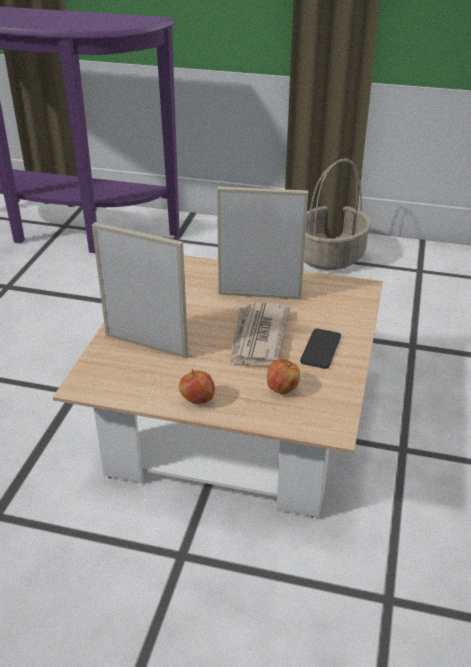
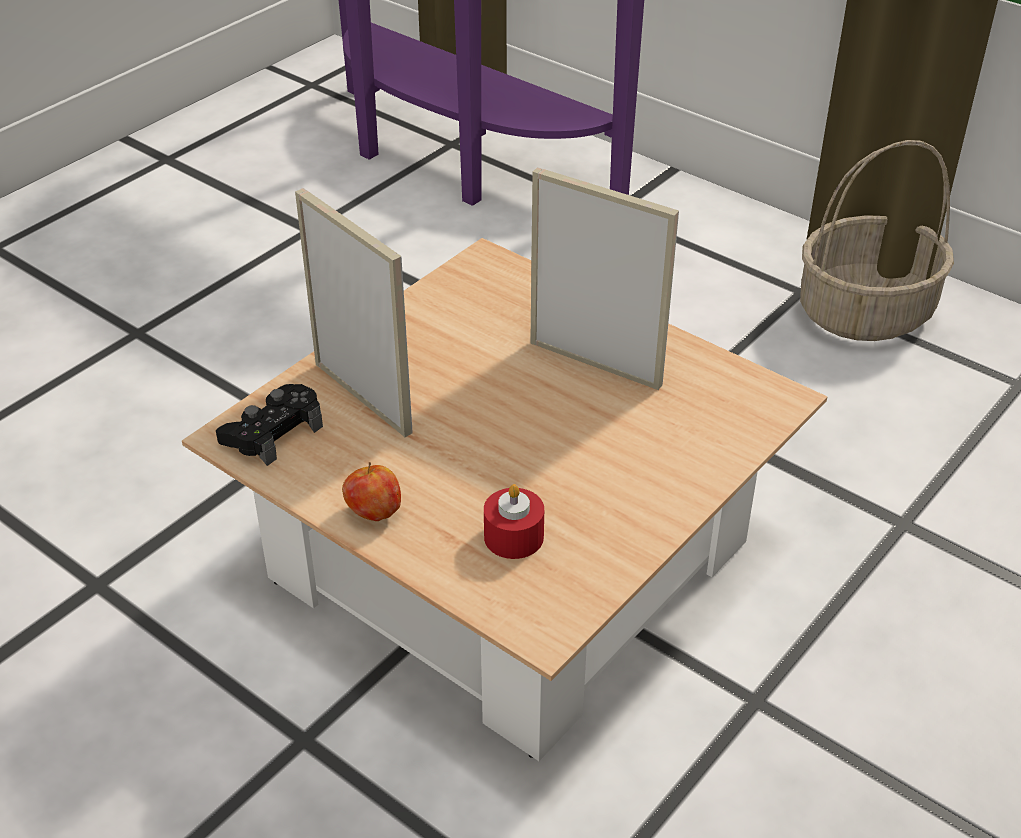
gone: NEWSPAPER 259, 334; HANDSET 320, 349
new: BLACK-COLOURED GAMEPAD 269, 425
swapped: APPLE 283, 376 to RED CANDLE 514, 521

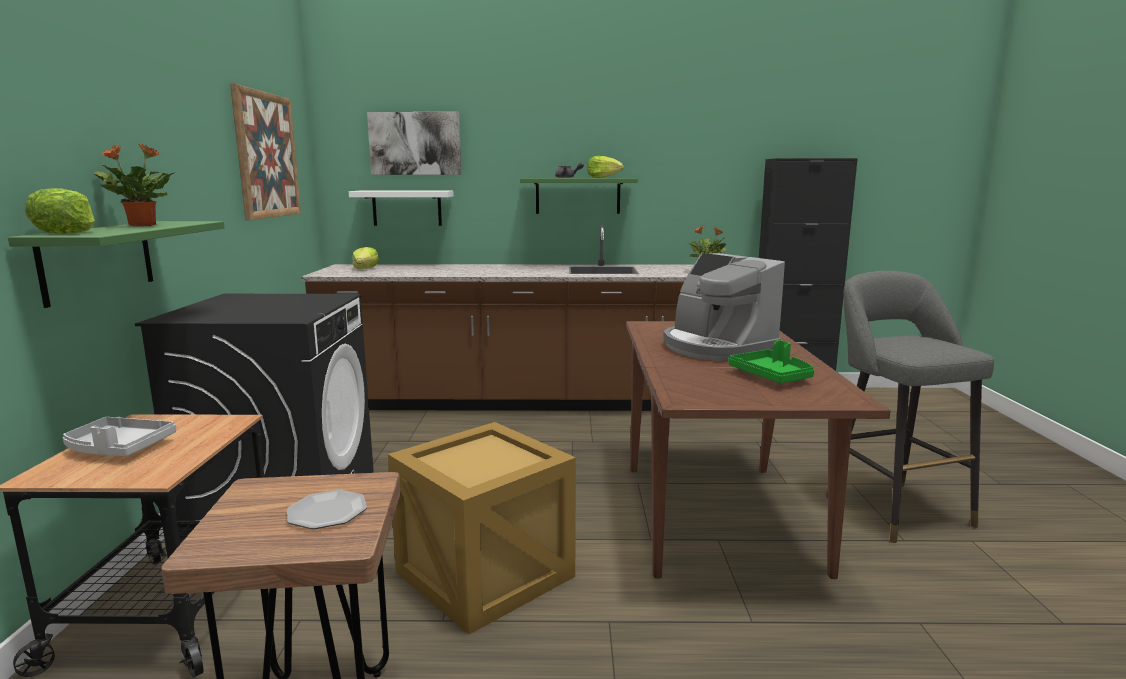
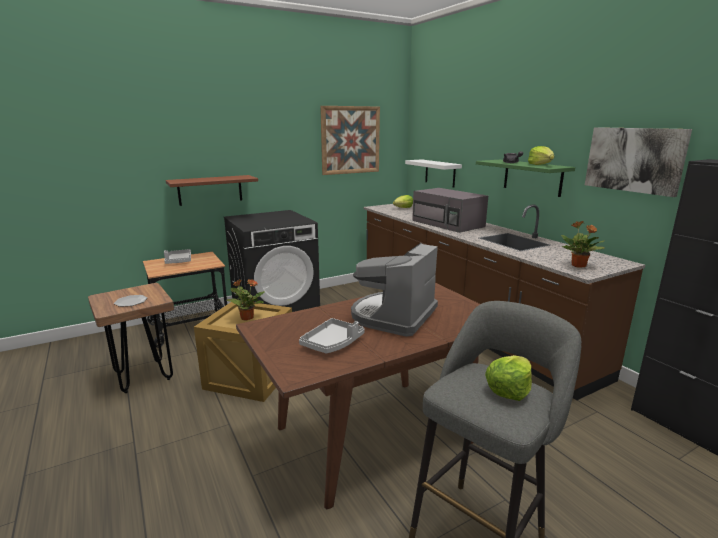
new: GRAY KITCHEN MICROWAVE 450, 210
shifted: PICTURE 414, 143 to 638, 162; PLANT IN A POT 134, 185 to 245, 300; HEAD OF LETTUCE 60, 211 to 508, 378
repainted: GREENISH WALL SHELF 116, 264 to BROWNISH WALL SHELF 211, 190; GREENISH SERVING TRAY 771, 361 to GRAY SERVING TRAY 331, 335

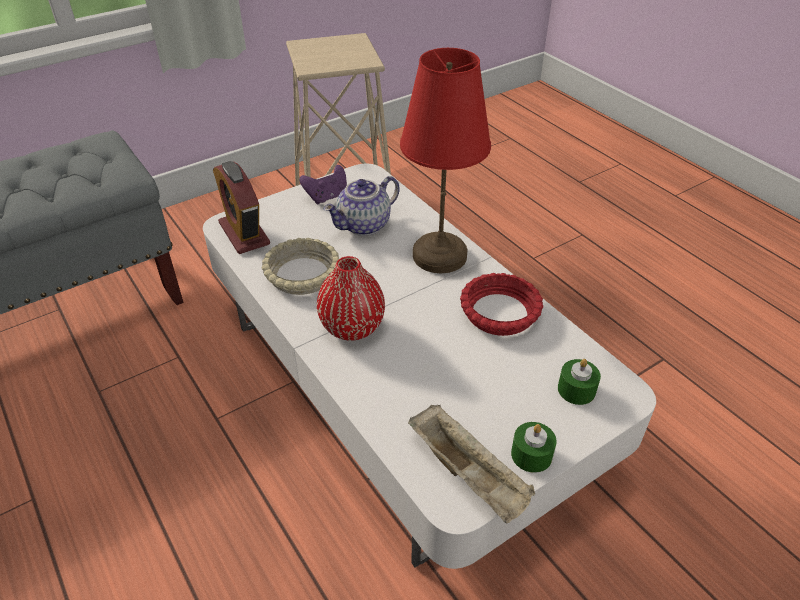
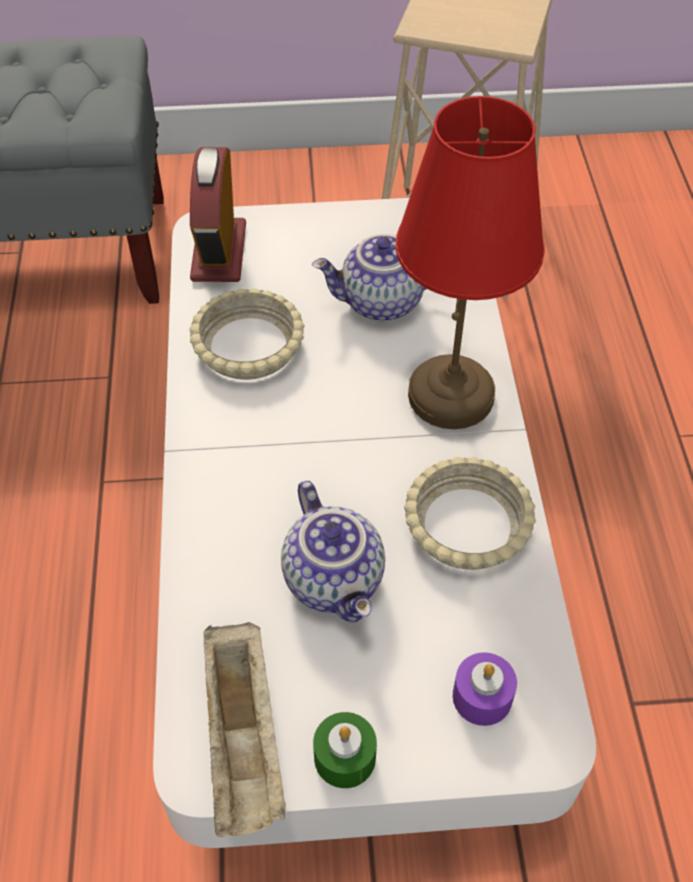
gone: PURPLISH GAMEPAD 323, 184; RED FLOWER VASE 351, 298
new: POT FOR TEA 333, 551
repainted: RED SERVING BOWL 501, 304 to BEIGE SERVING BOWL 470, 513; GREENISH CANDLE 579, 382 to PURPLISH CANDLE 485, 689

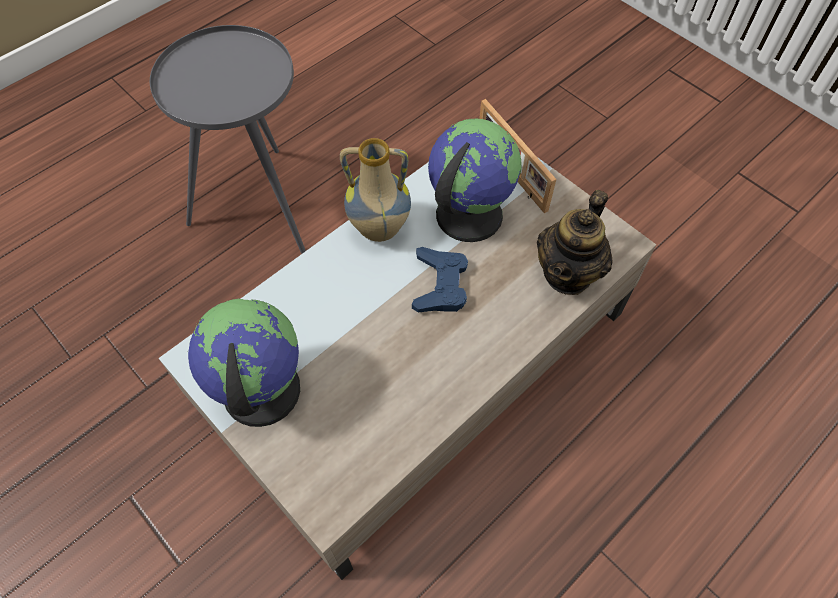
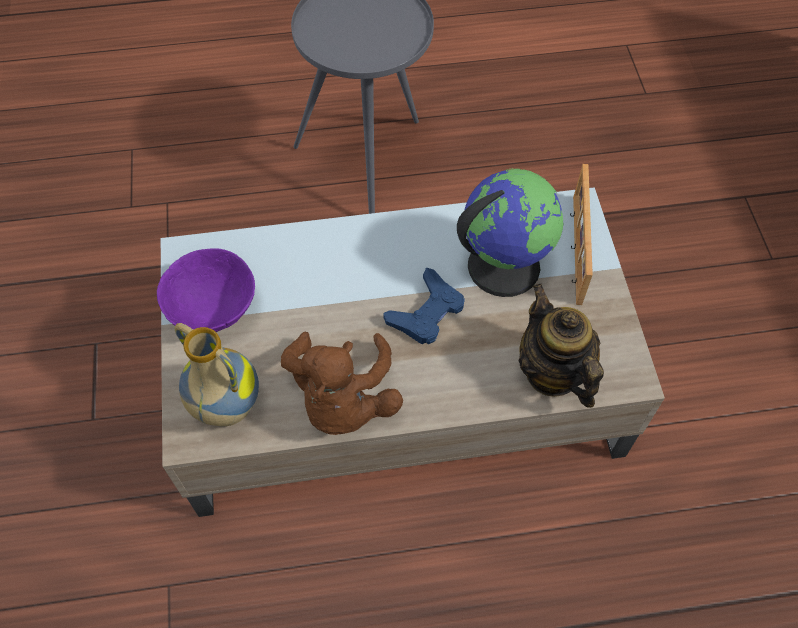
new: BROWNISH CUDDLY TOY 342, 383
shifted: FLOWER VASE 375, 190 to 216, 375
swapped: DESK GLOBE 244, 363 to PURPLISH SERVING BOWL 206, 290
rotated: POT FOR TEA 575, 242 = 561, 346 90 degrees clockwise

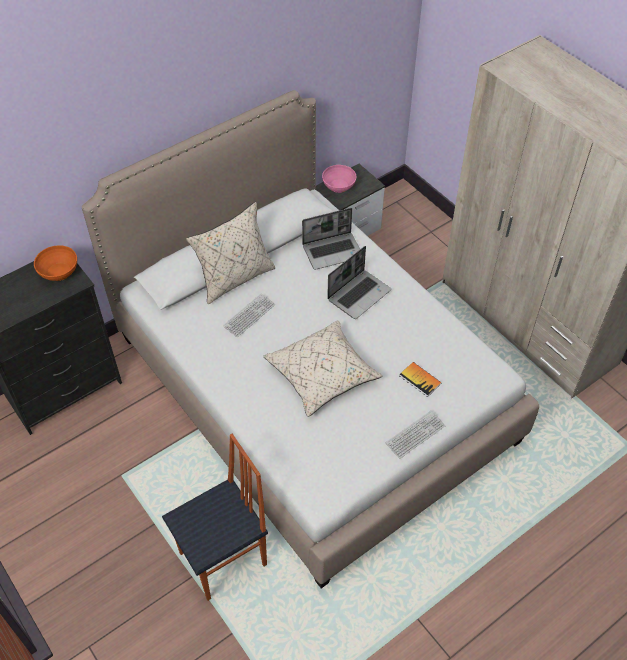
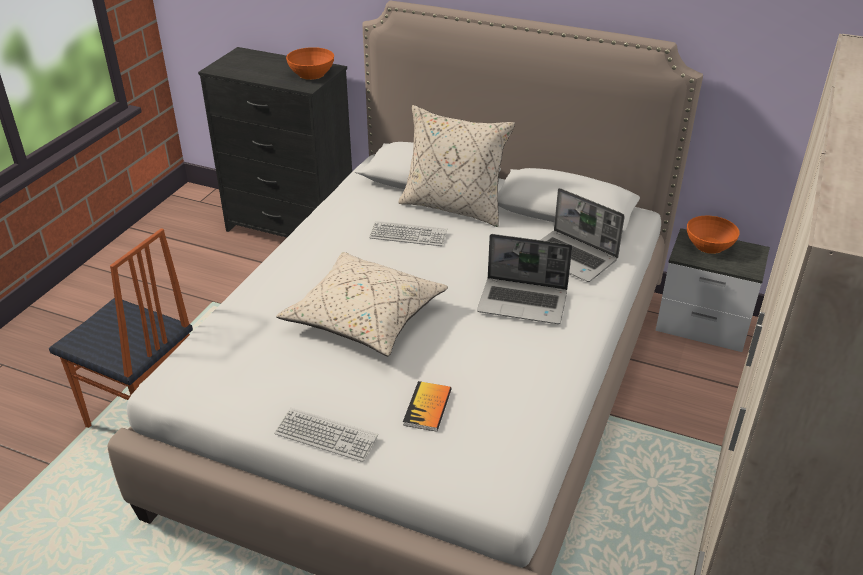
repainted: PINK SERVING BOWL 339, 179 to ORANGE SERVING BOWL 713, 235

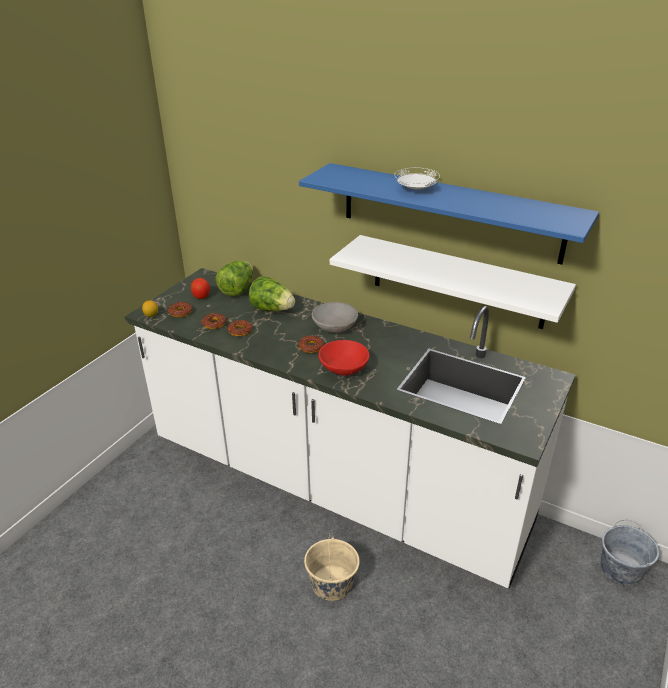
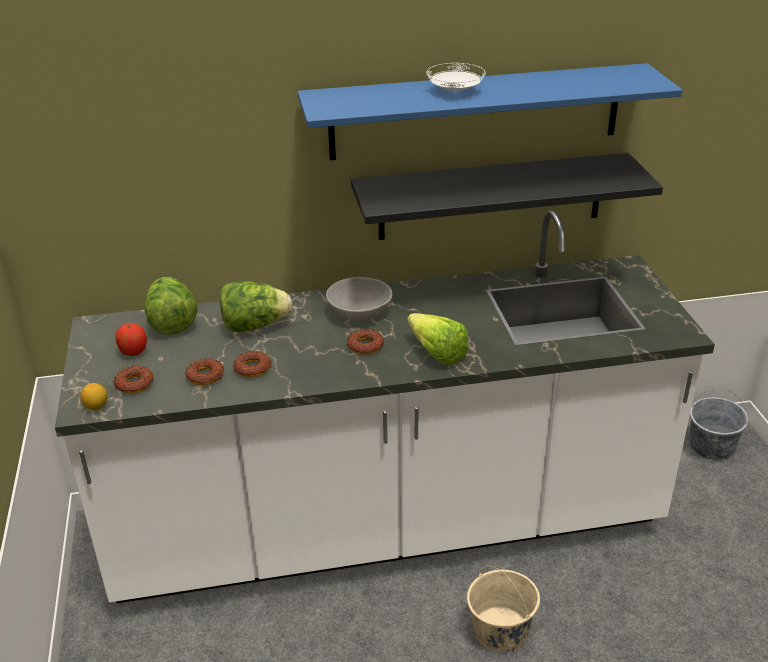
swapped: RED SERVING BOWL 344, 358 to HEAD OF LETTUCE 438, 339
repainted: WHITISH WALL SHELF 453, 282 to BLACK-COLOURED WALL SHELF 507, 196

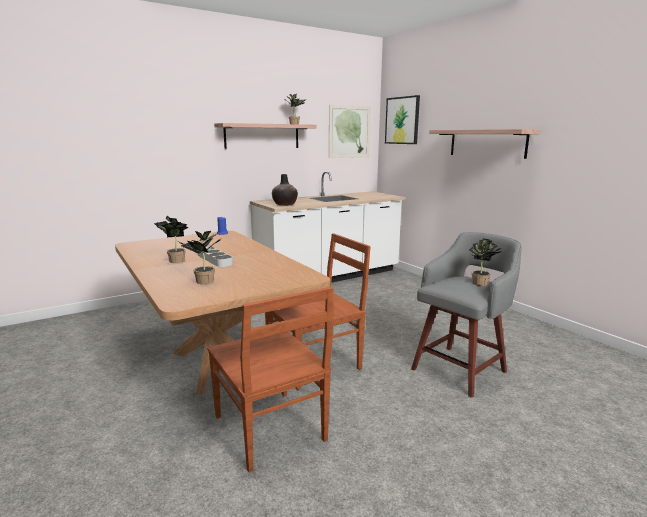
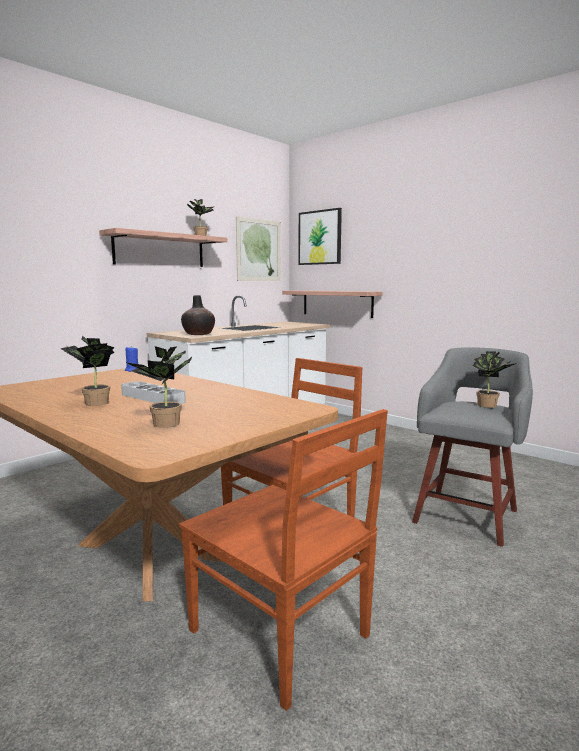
shifted: WALL SHELF 484, 144 to 332, 304

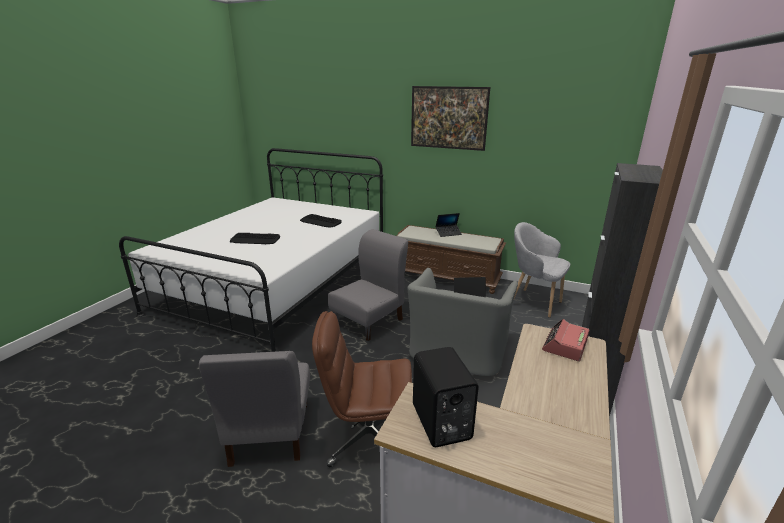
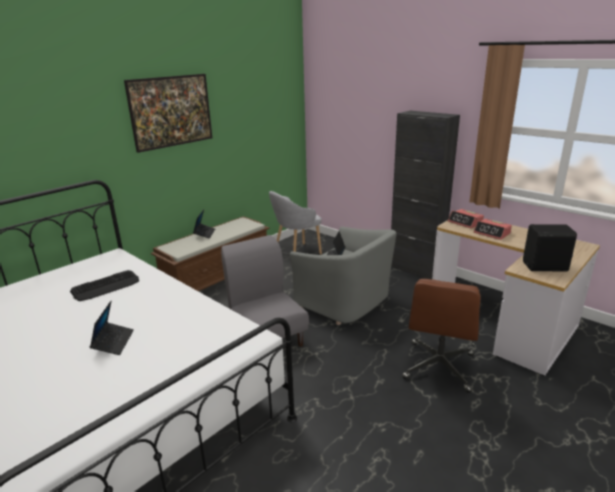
gone: GRAY UPRIGHT CHAIR 254, 409
new: ALARM CLOCK 493, 229
swapped: PC KEYBOARD 255, 238 to LAPTOP 112, 328

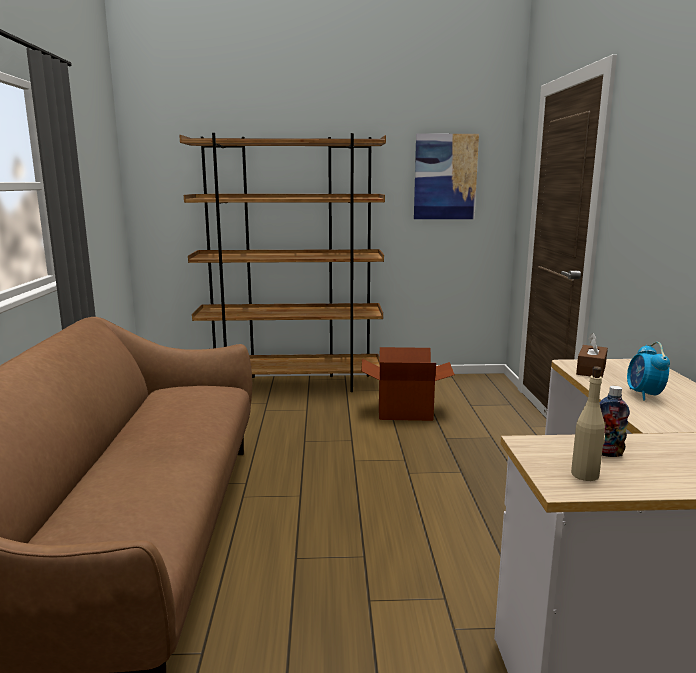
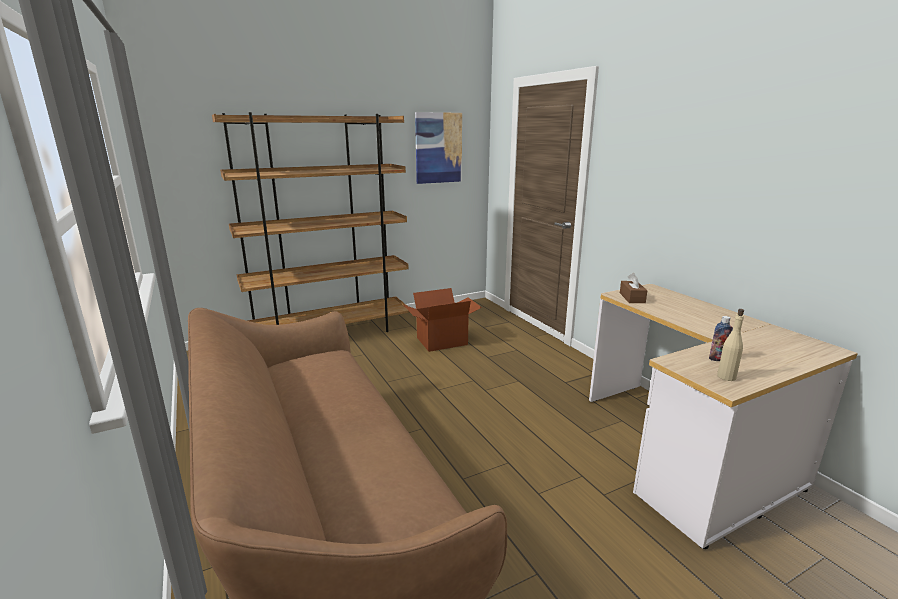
gone: ALARM CLOCK 648, 371

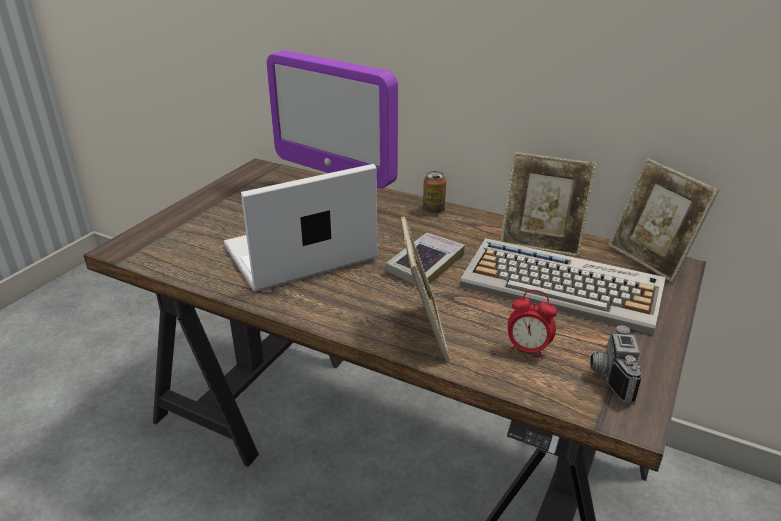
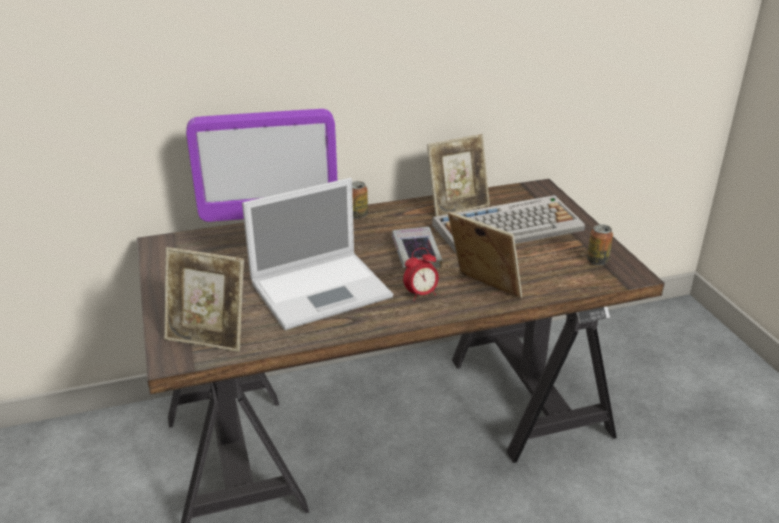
shifted: STANDING FRAME 663, 220 to 204, 299; ALARM CLOCK 532, 325 to 421, 274
swapped: PHOTO CAMERA 616, 364 to CAN 600, 244
rotated: LAPTOP 301, 228 = 317, 254 135 degrees counterclockwise

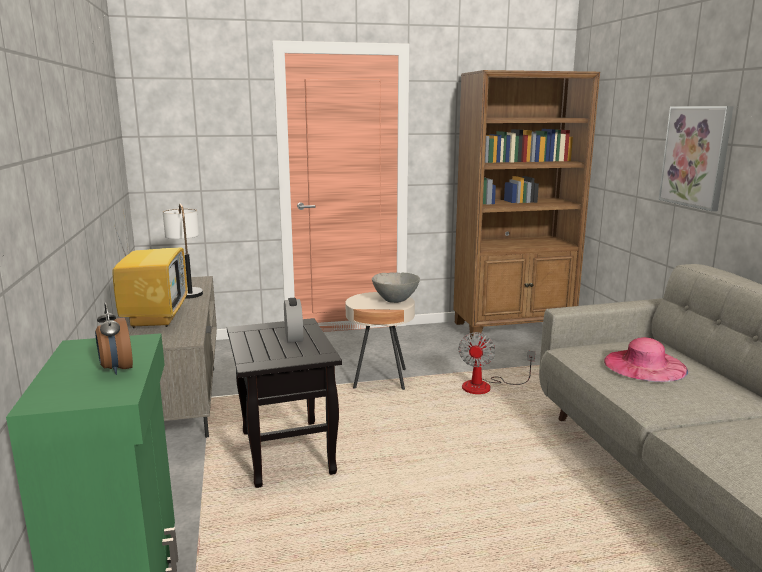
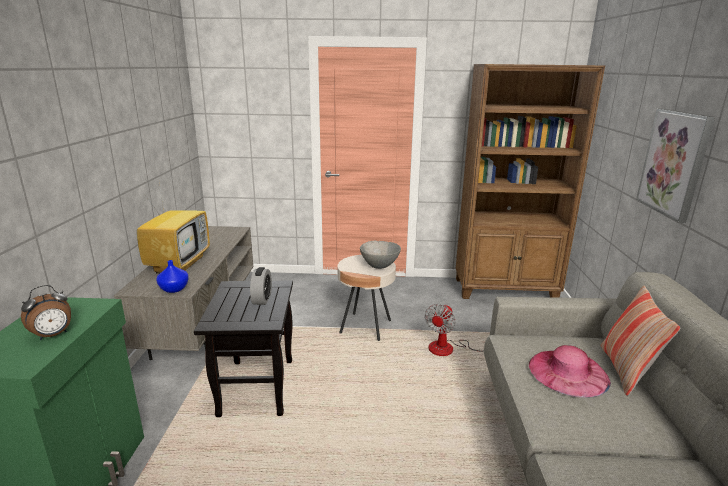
gone: LAMP FOR A TABLE 183, 251
new: BLUISH FLOWER VASE 172, 276; CUSHION 640, 341
rotated: ALARM CLOCK 114, 338 = 46, 312 120 degrees counterclockwise

